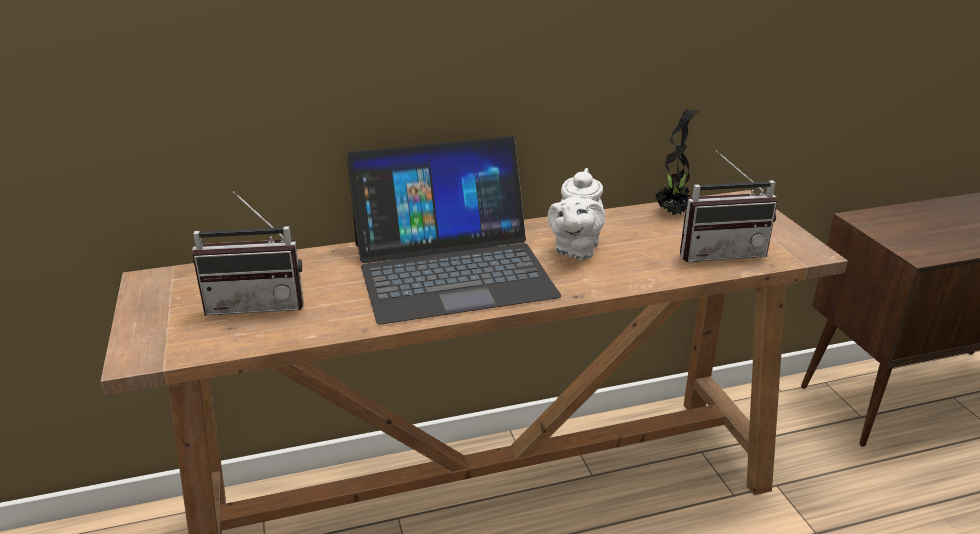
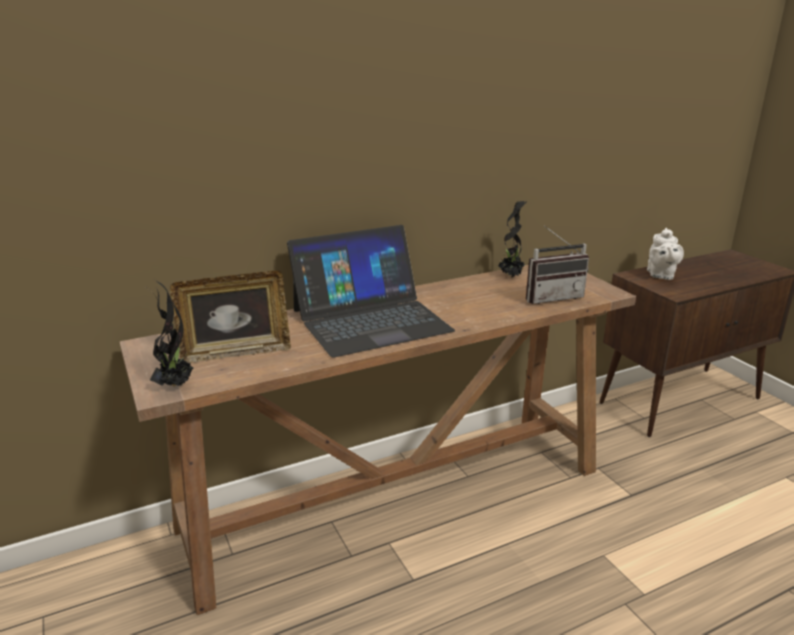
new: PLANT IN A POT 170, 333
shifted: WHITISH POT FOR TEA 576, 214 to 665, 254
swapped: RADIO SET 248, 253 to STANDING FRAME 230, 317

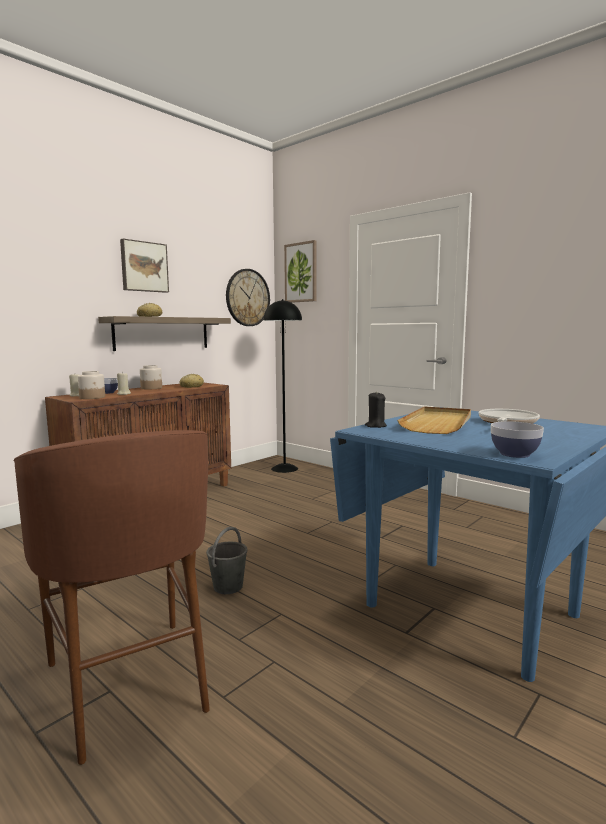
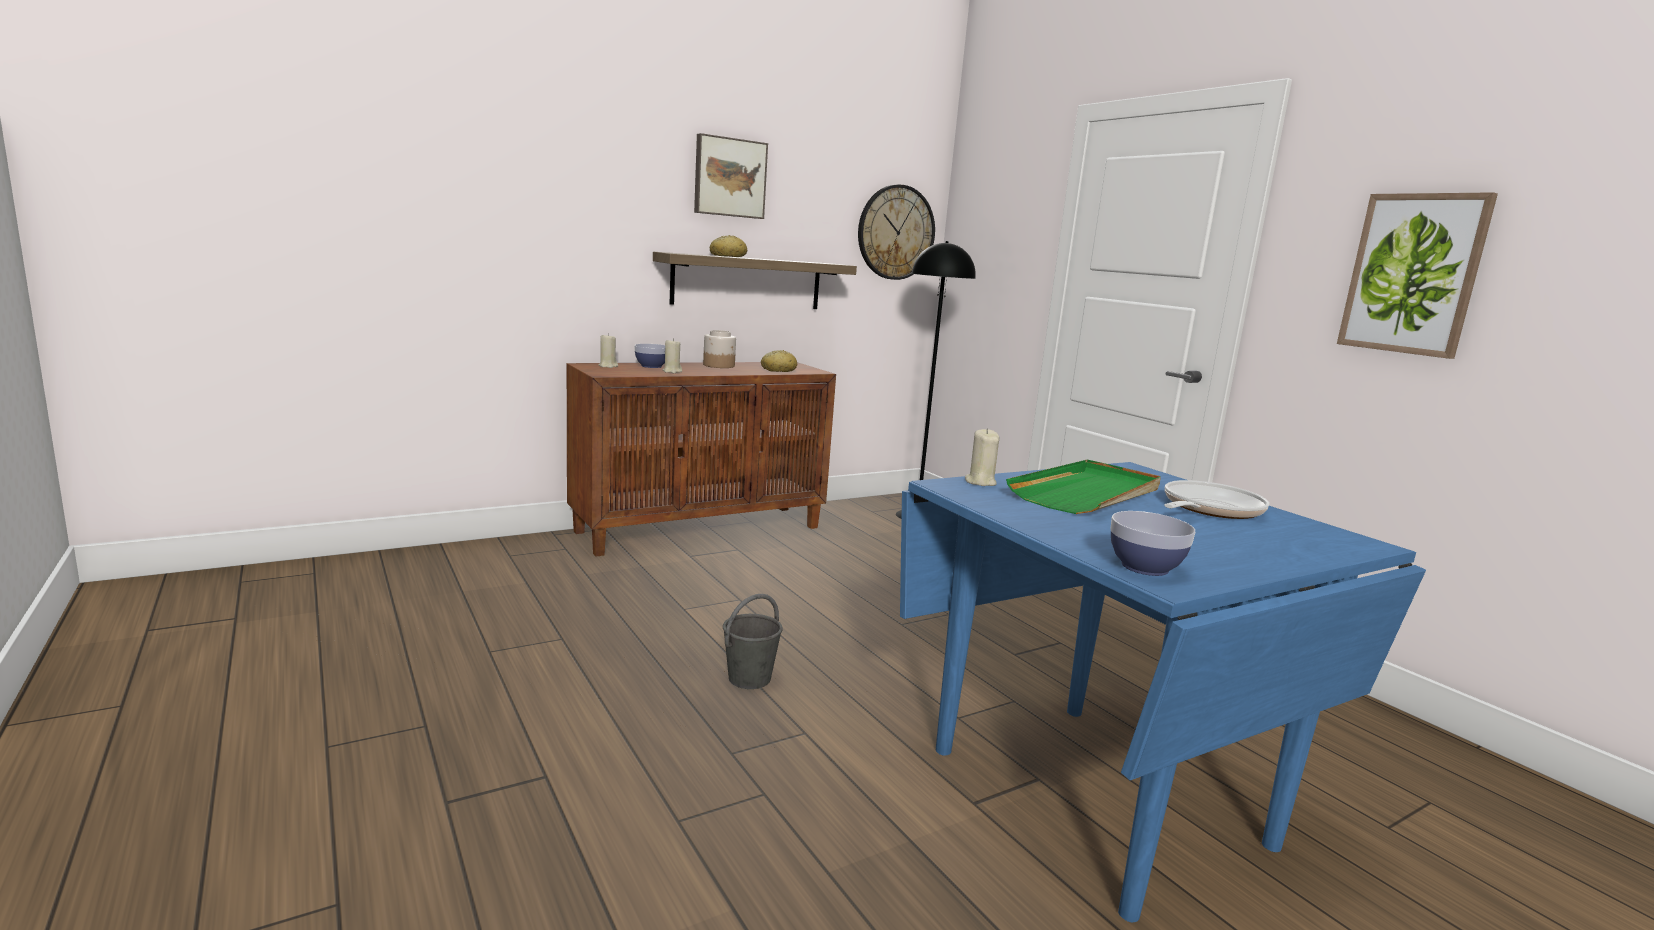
gone: STORAGE JAR 91, 385; BROWNISH STOOL 112, 597
shifted: PICTURE 300, 271 to 1417, 275
repainted: BLACK-COLOURED CANDLE 376, 409 to BEIGE CANDLE 982, 457; BEIGE SERVING TRAY 434, 420 to GREENISH SERVING TRAY 1083, 486

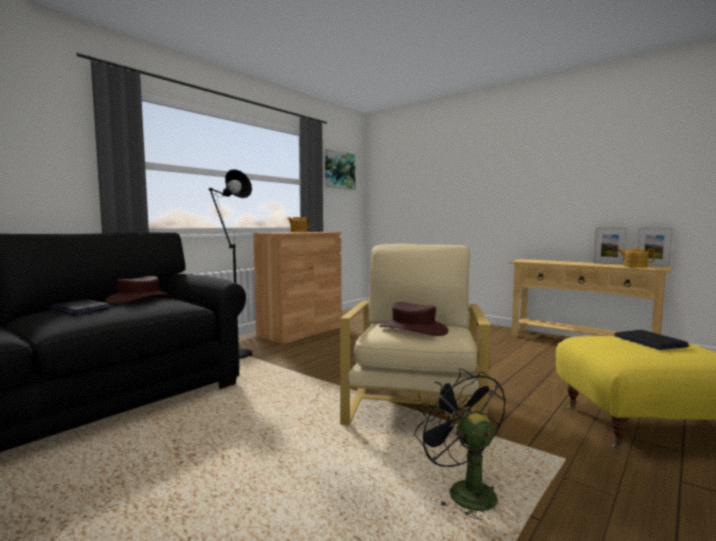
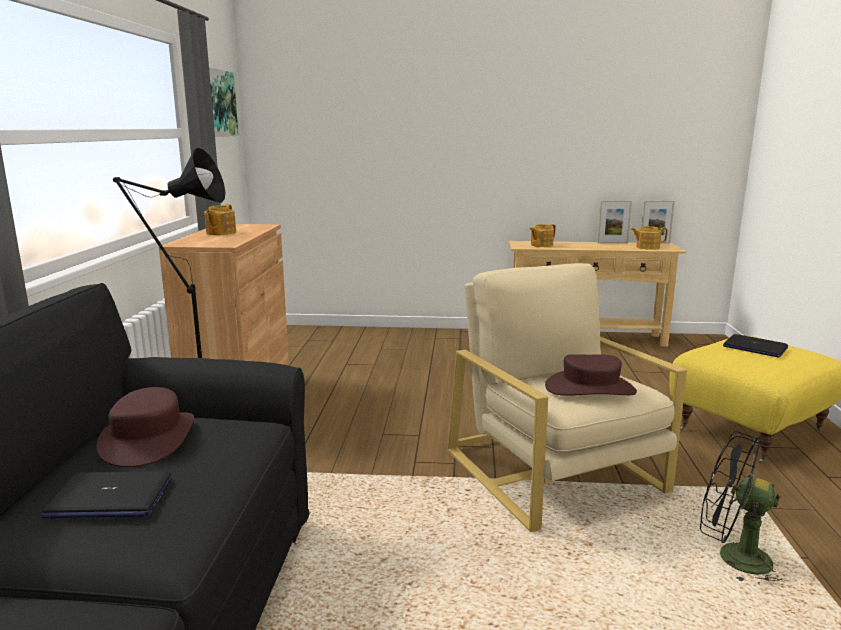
new: POT FOR TEA 542, 235

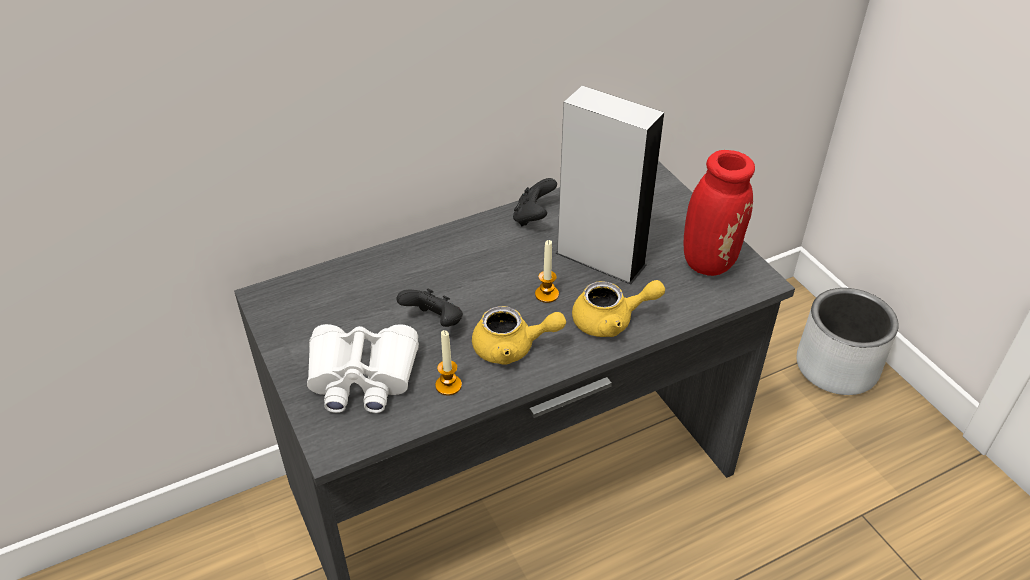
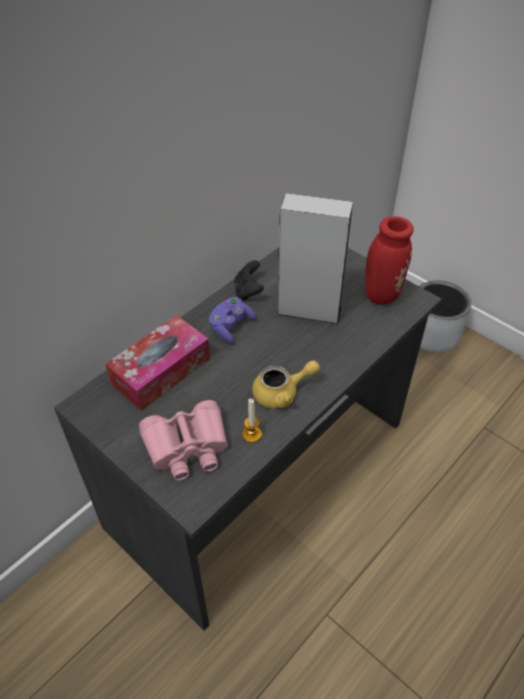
gone: CANDLE 547, 271; YELLOW POT FOR TEA 618, 308; BLACK-COLOURED GAMEPAD 429, 307
new: PURPLISH GAMEPAD 232, 320; BOX OF TISSUES 157, 363
repainted: WHITISH BINOCULARS 363, 368 to PINK BINOCULARS 183, 440

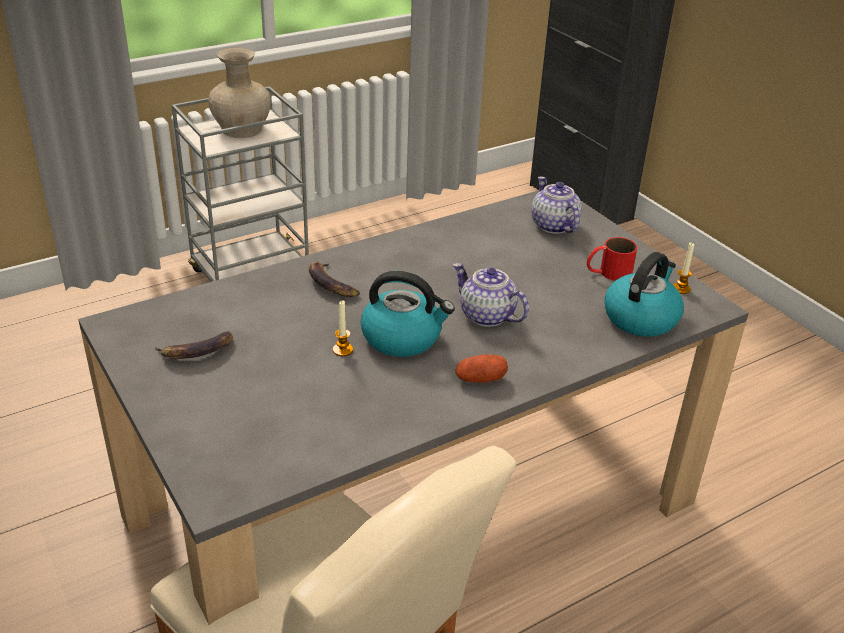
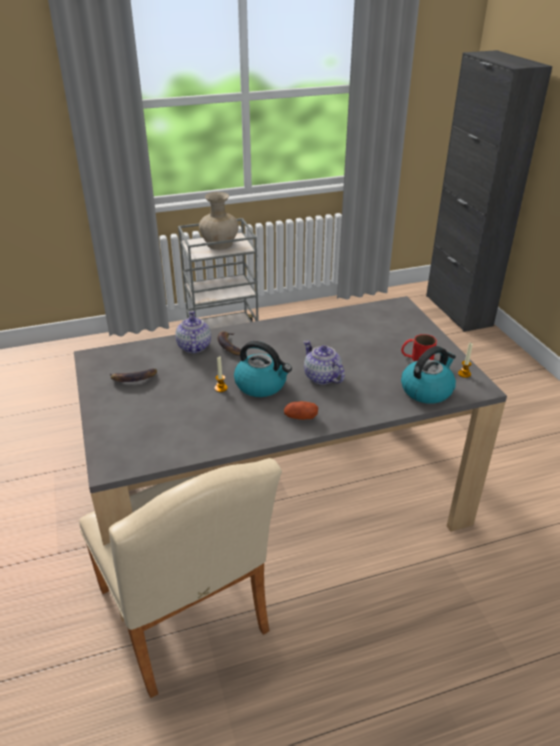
shifted: POT FOR TEA 557, 205 to 193, 332

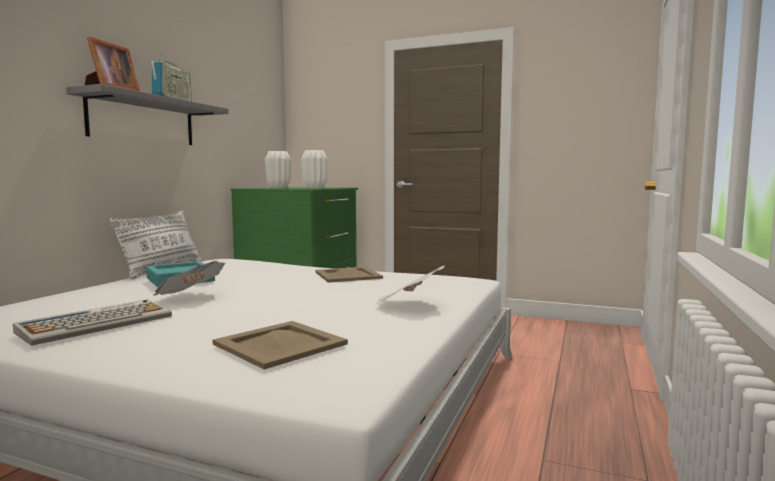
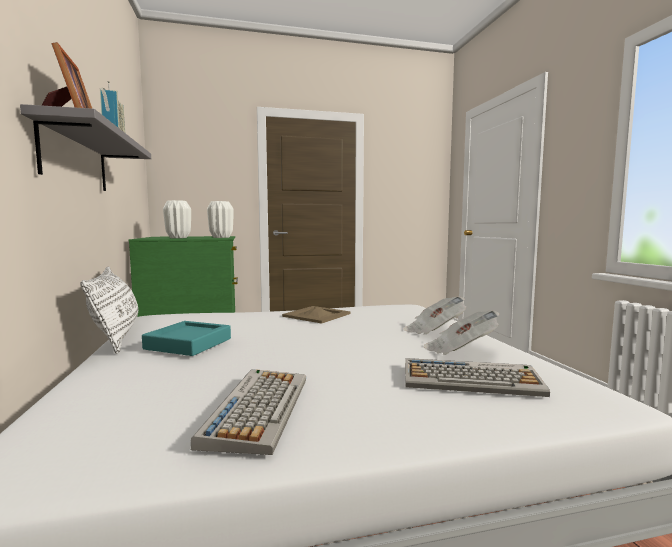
shifted: NEWSPAPER 189, 278 to 461, 333
swapped: BEIGE SERVING TRAY 280, 345 to PC KEYBOARD 477, 377

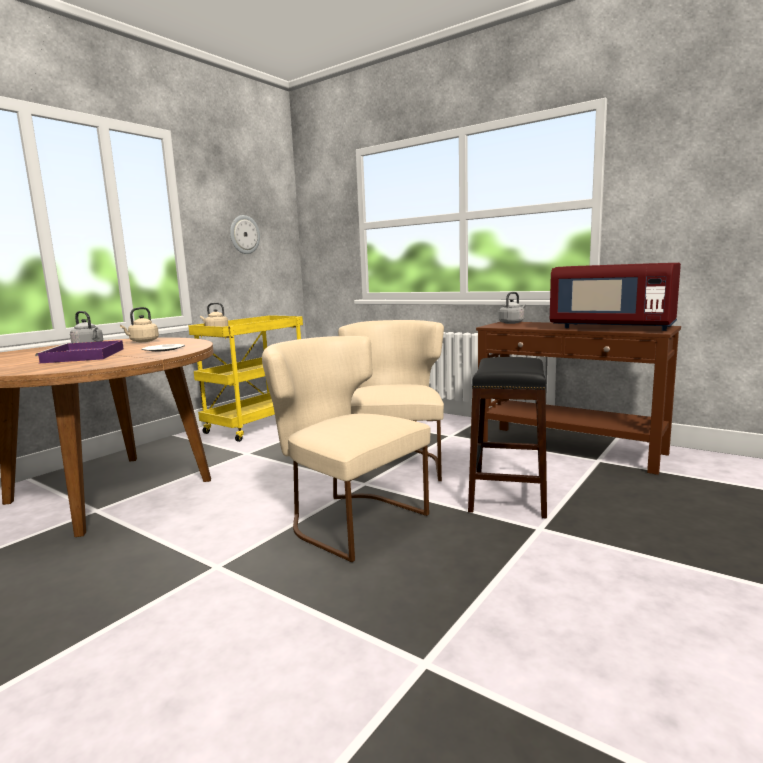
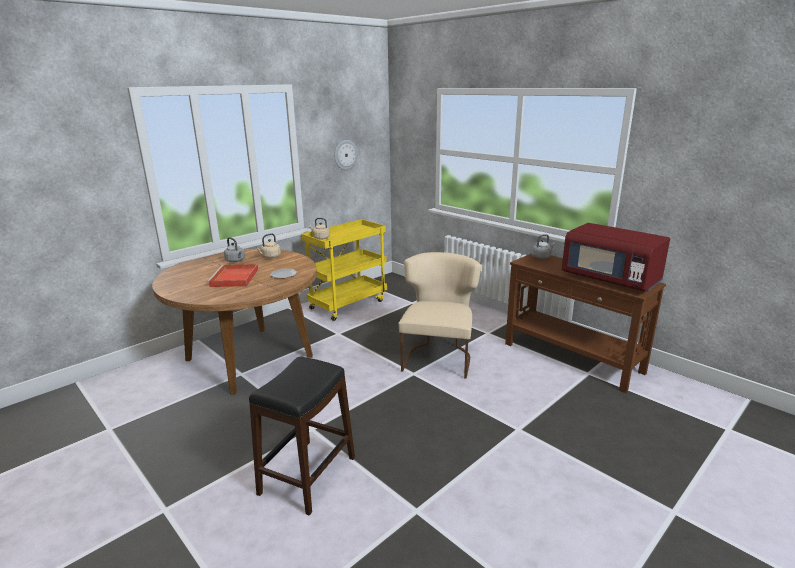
gone: BEIGE UPRIGHT CHAIR 346, 449
shifted: BLACK-COLOURED STOOL 507, 437 to 302, 436
repainted: PURPLISH SERVING TRAY 79, 352 to RED SERVING TRAY 232, 275

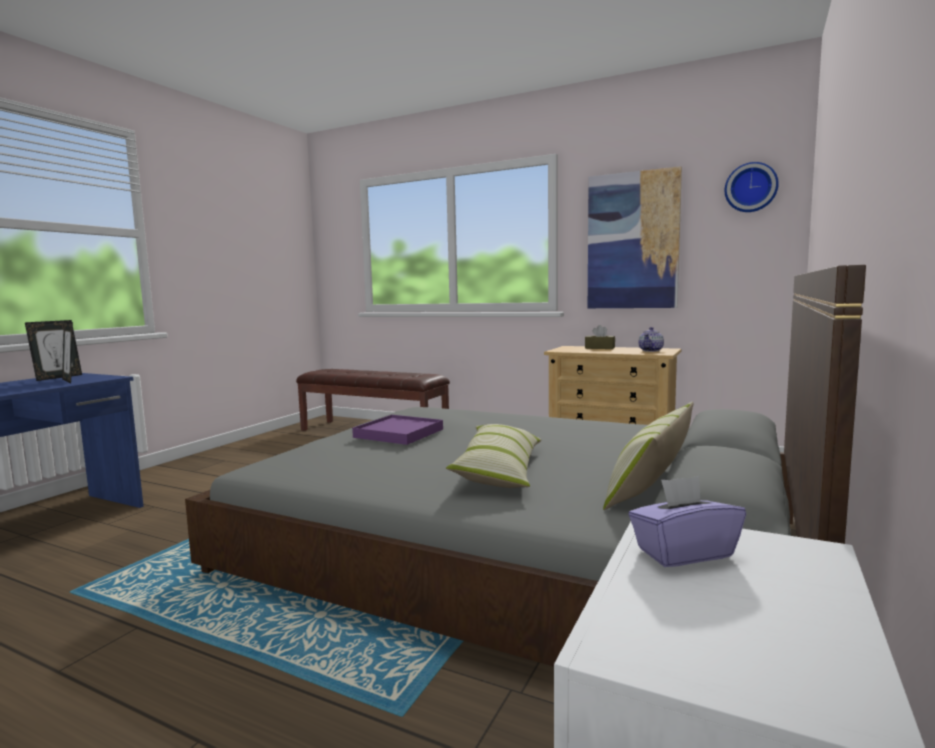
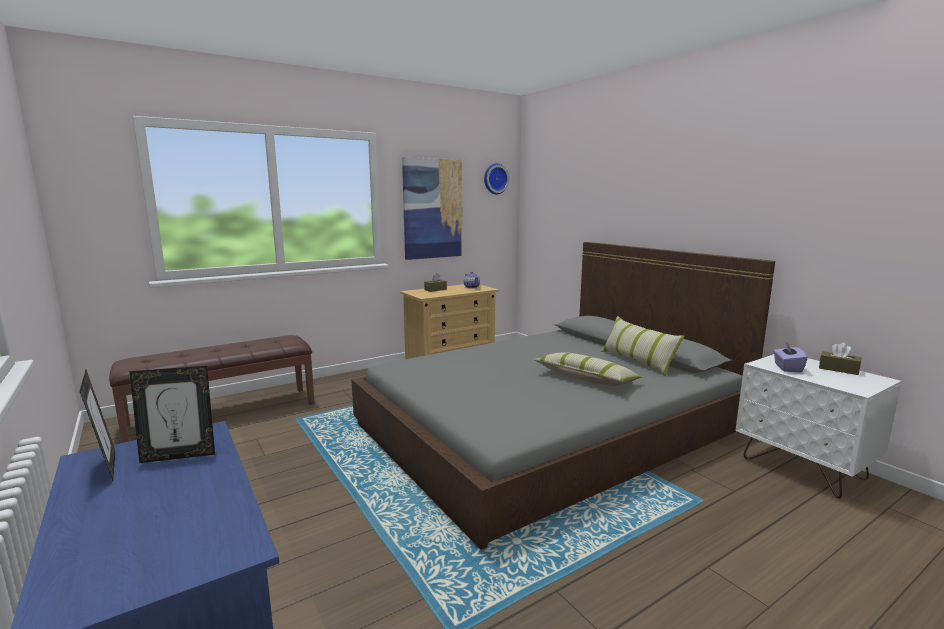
gone: PURPLISH SERVING TRAY 397, 430
new: BROWNISH BOX OF TISSUES 840, 359

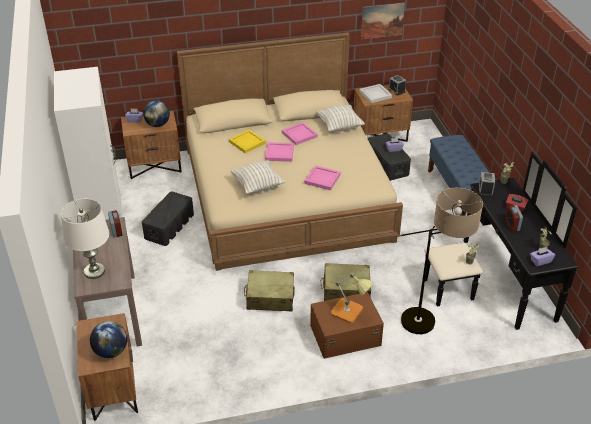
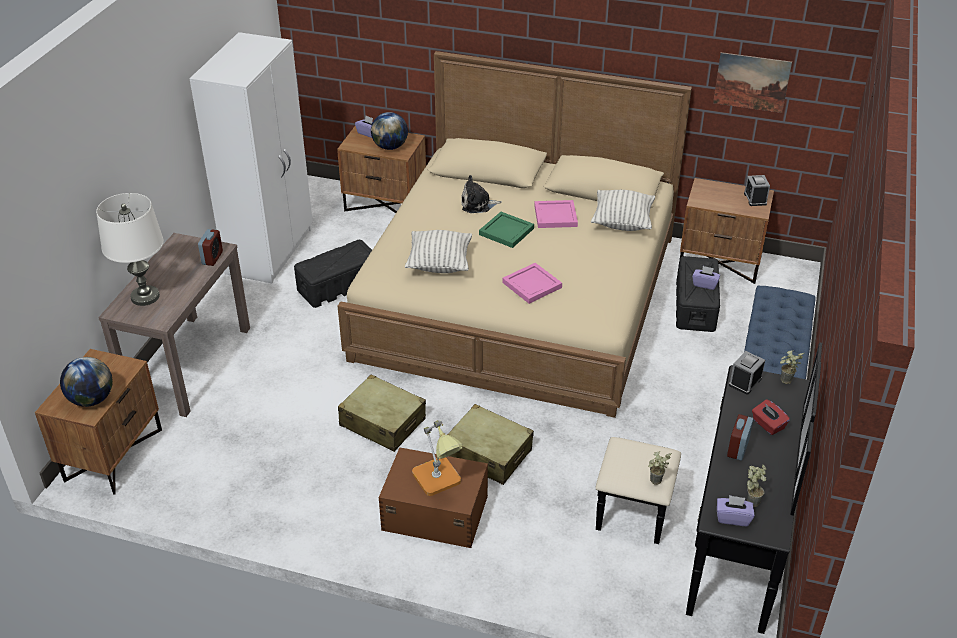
gone: WHITISH SERVING TRAY 375, 93; STANDING LAMP 439, 261
swapped: YELLOW SERVING TRAY 247, 141 to CUDDLY TOY 481, 194
repainted: PINK SERVING TRAY 279, 152 to GREENISH SERVING TRAY 506, 230

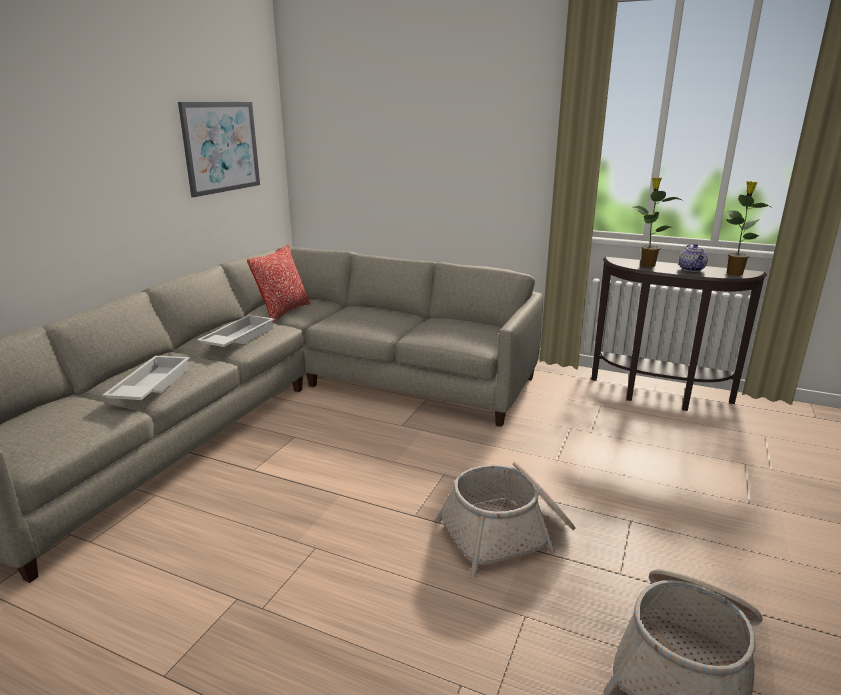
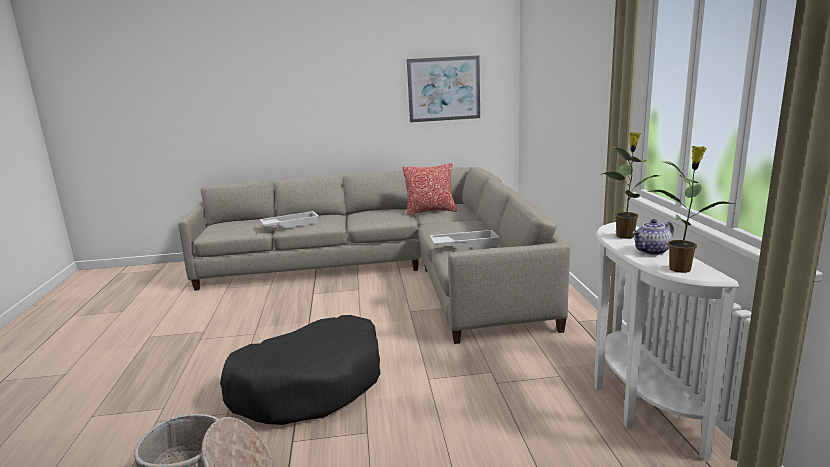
shifted: WHITISH SERVING TRAY 236, 331 to 465, 239
swapped: BASKET 505, 519 to BLACK-COLOURED PET BED 300, 370
repainted: BROWNISH HALL TABLE 679, 334 to WHITISH HALL TABLE 666, 341

